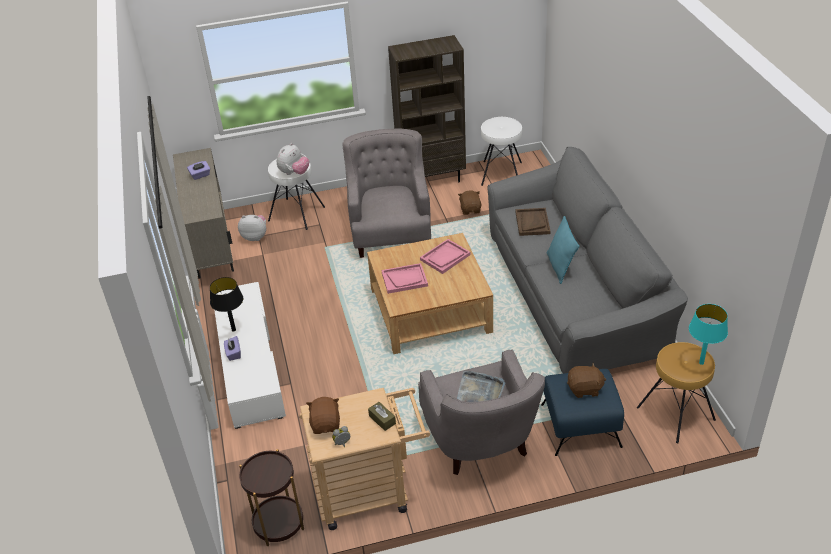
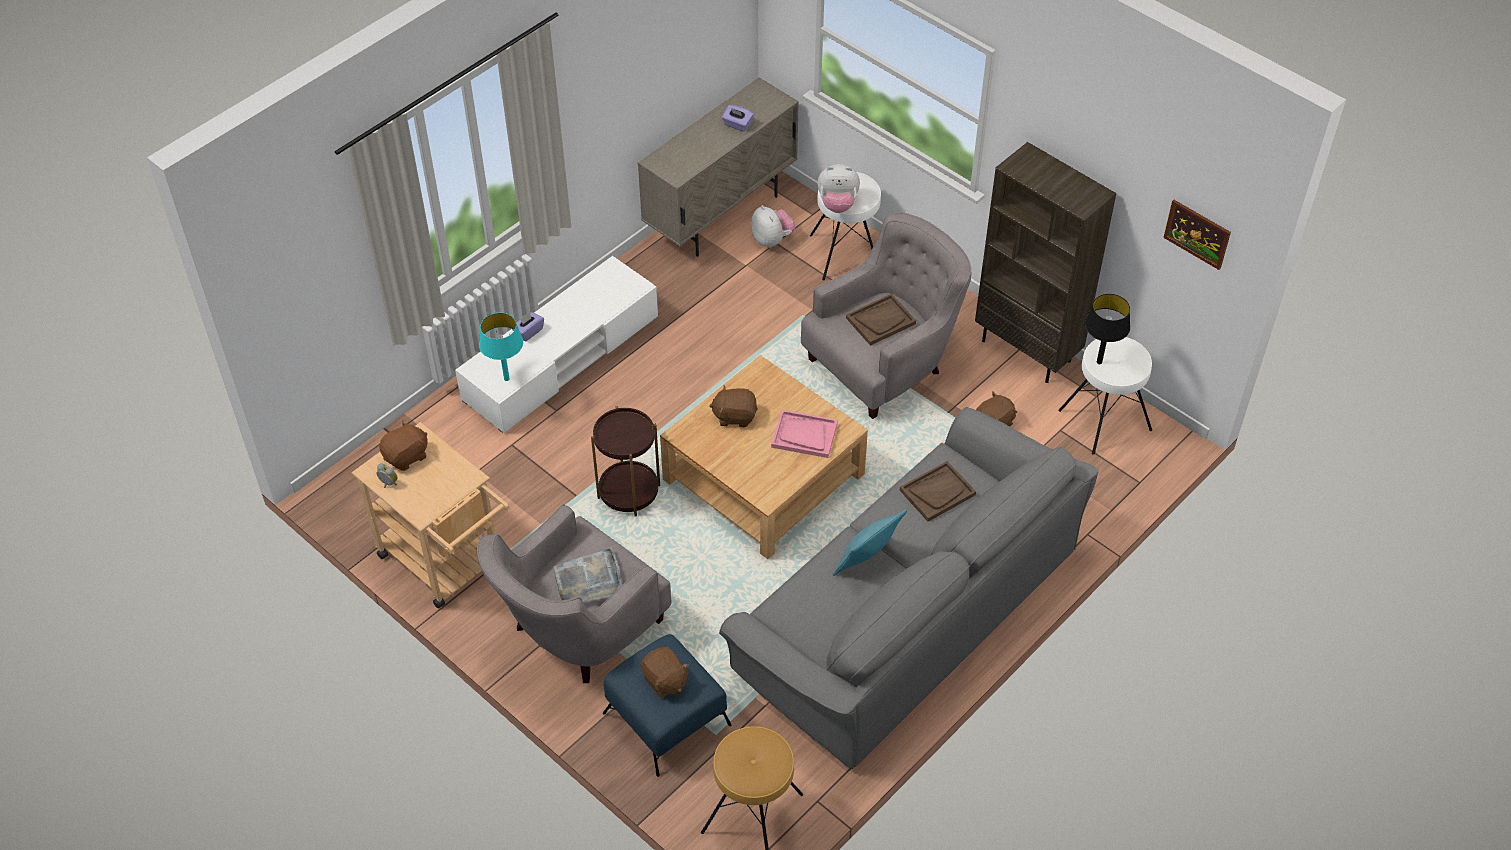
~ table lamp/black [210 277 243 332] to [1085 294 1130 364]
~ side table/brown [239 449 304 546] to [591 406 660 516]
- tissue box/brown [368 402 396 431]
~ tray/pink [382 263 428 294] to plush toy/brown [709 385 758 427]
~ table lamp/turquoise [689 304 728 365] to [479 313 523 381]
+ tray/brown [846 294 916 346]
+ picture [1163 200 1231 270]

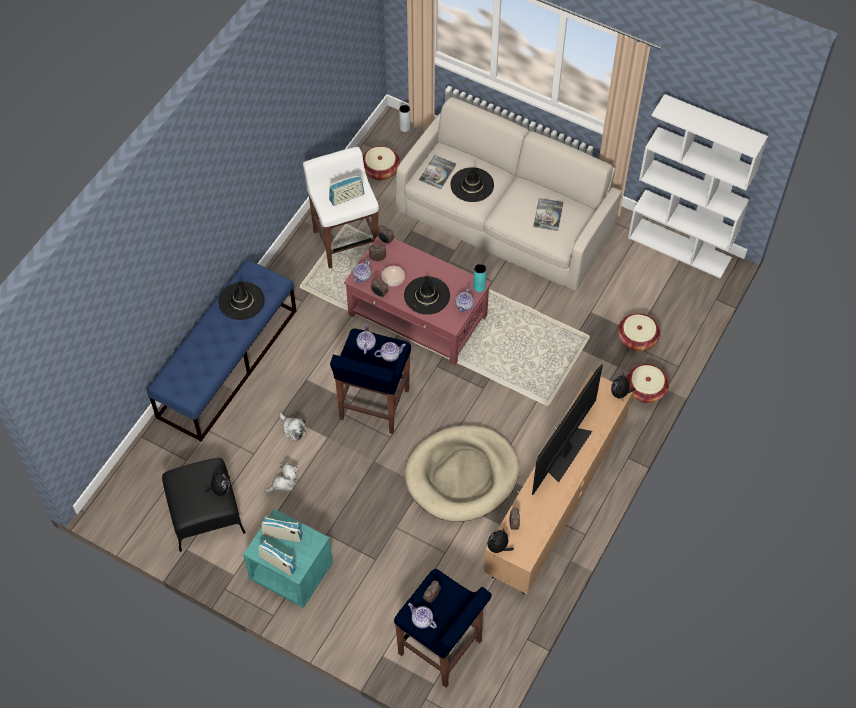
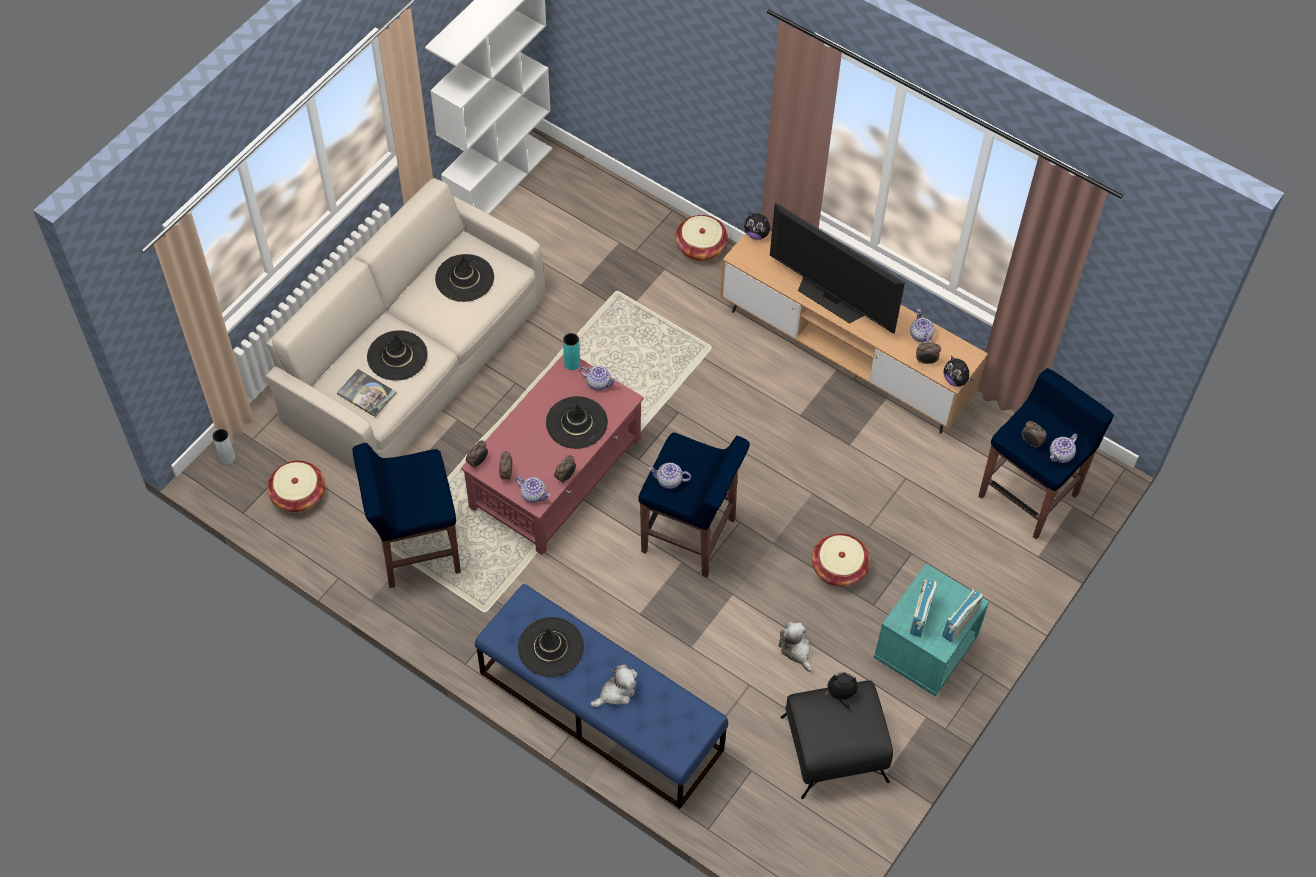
~ plush toy [280 413 306 441] to [590 664 637 708]
~ stool/white [303 147 379 269] to stool/blue [352 443 461 588]
- radio [329 175 364 206]
~ teapot [374 342 406 362] to [910 309 935 343]
- bowl [382 266 405 287]
- dog bed/beige [405 425 519 522]
~ book [533 198 564 231] to hat/black [435 254 494 302]
~ basket [618 313 660 351] to [812 533 870 587]

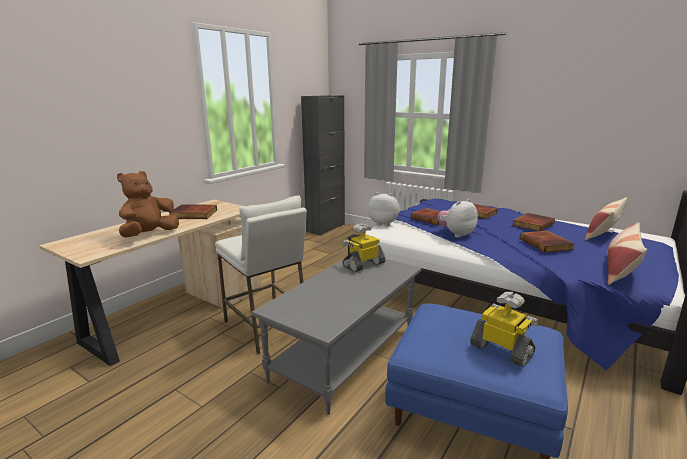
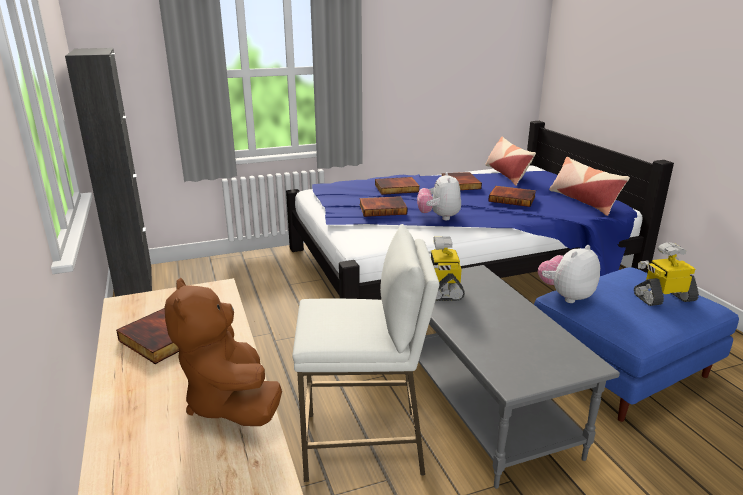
~ plush toy [368 192 399 226] to [538 245 600 303]

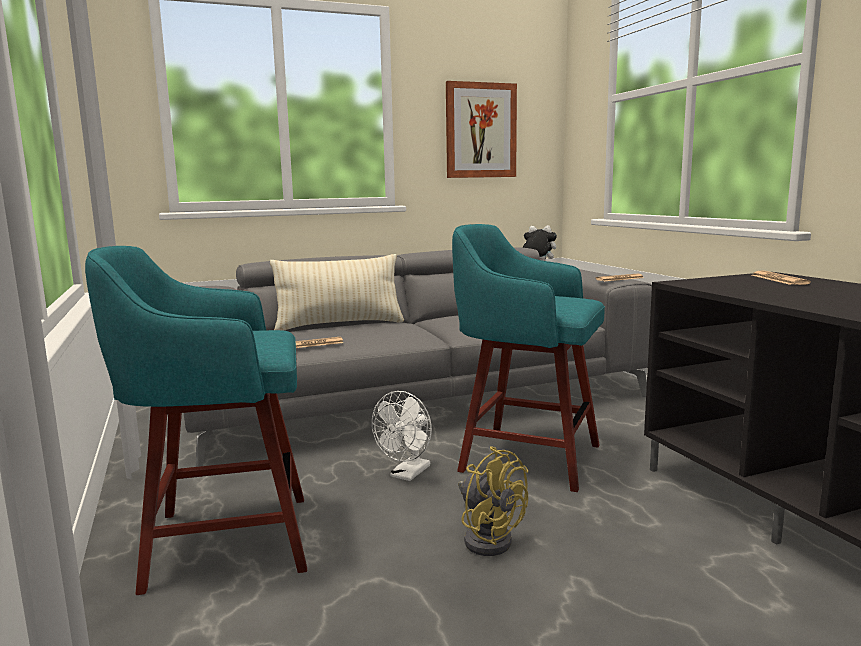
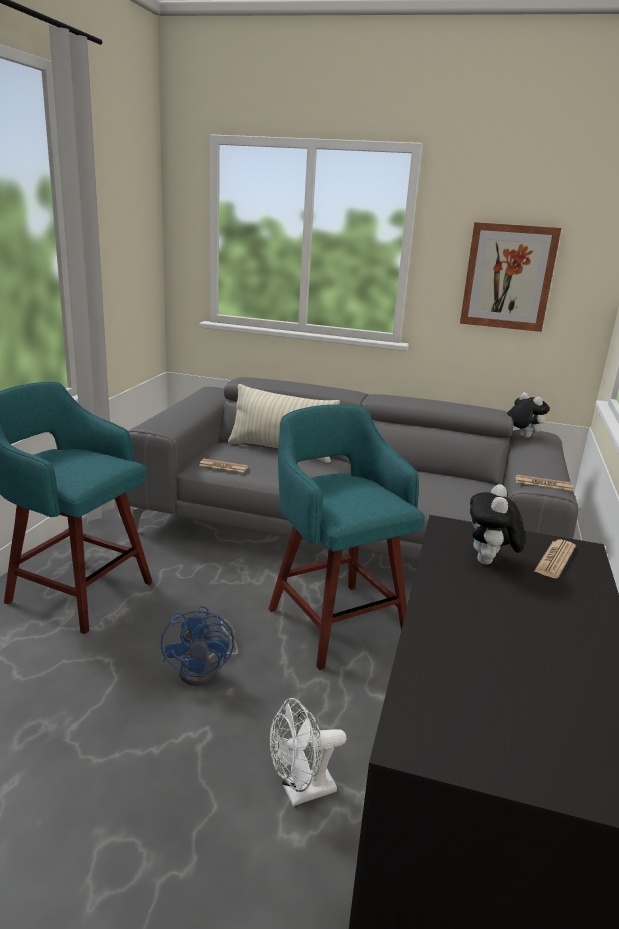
~ fan/white [372 391 432 481] to [270 698 346 806]
~ fan/yellow [458 446 528 556] to fan/blue [161 606 238 686]
+ plush toy [470 484 525 565]

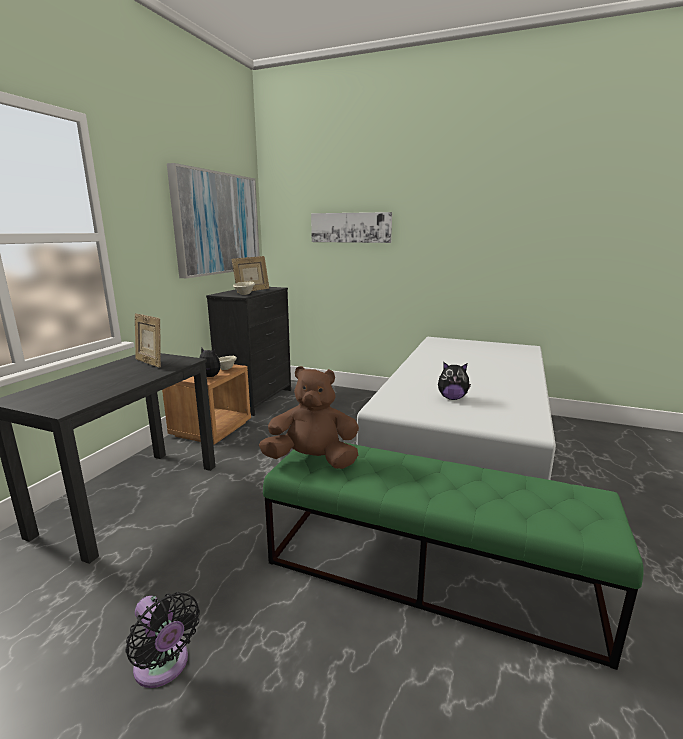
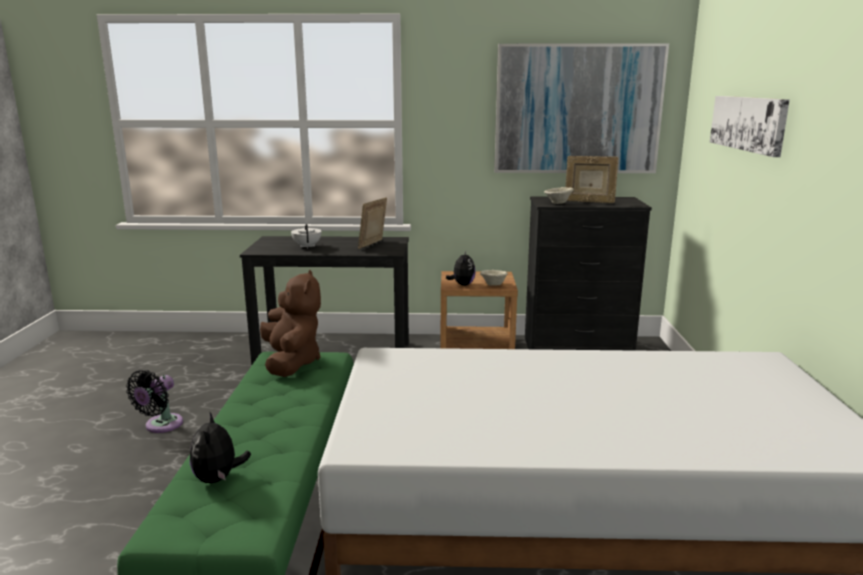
~ plush toy [438 362 471 400] to [190 413 251 483]
+ teapot/white [291 224 322 248]

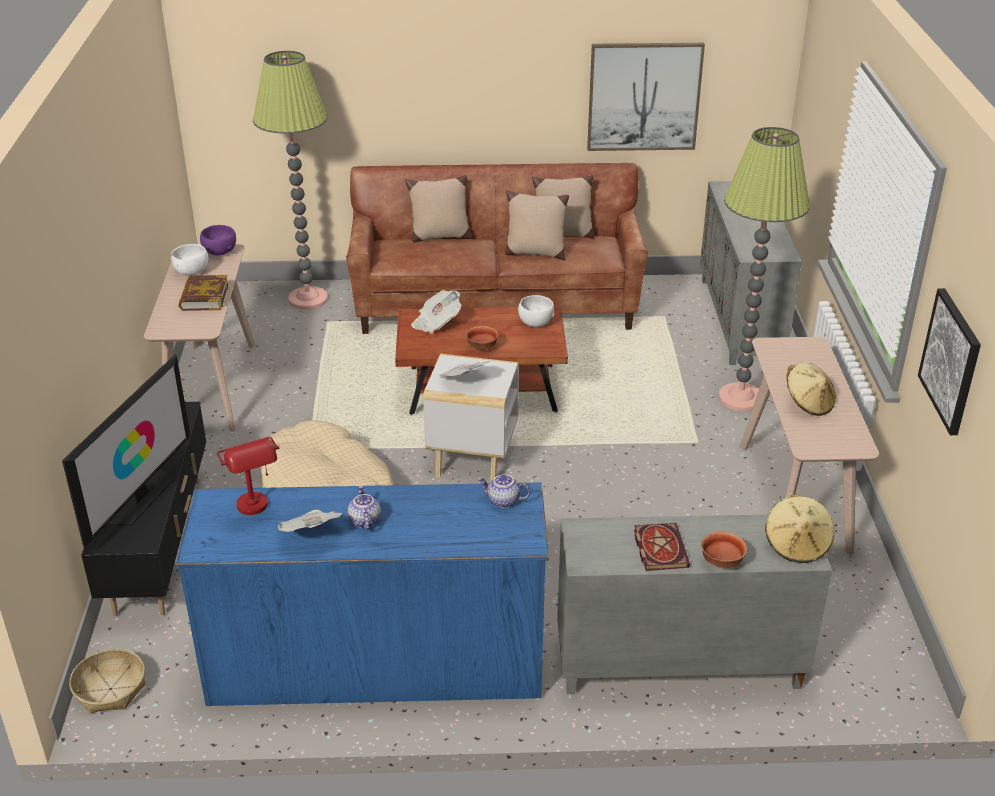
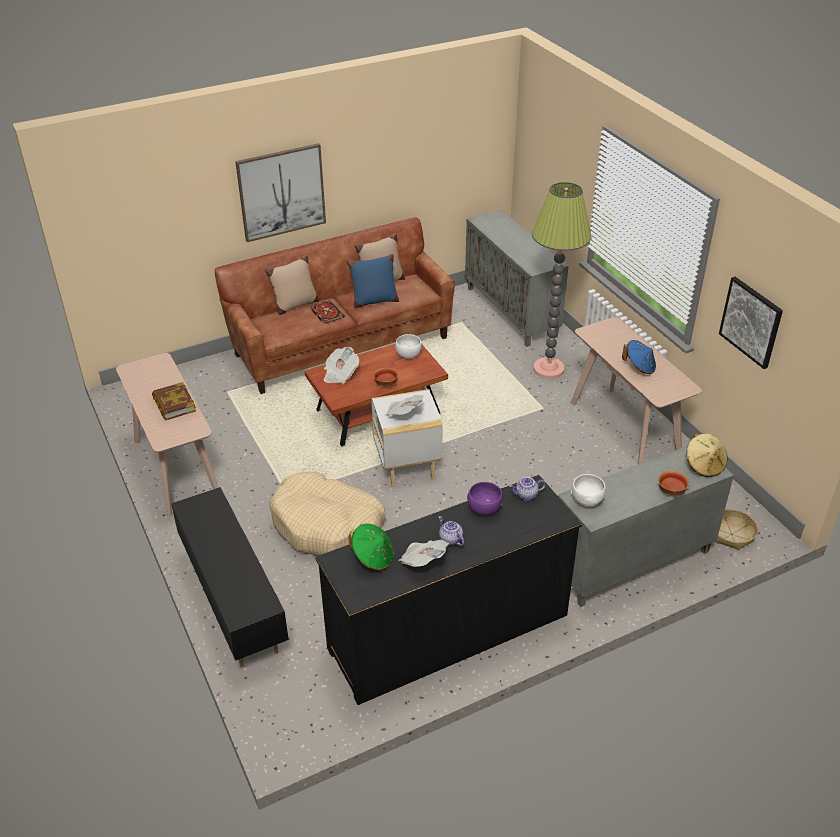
- television [62 354 190 547]
~ basket [69 649 145 713] to [716 509 758 550]
~ bowl/white [171 244 208 276] to [571 474 606 507]
~ dresser/blue [175 482 549 706] to dresser/black [315 475 582 705]
~ bowl/purple [200 225 236 255] to [467 482 503 515]
~ table lamp/red [217 437 280 515] to hat/green [349 524 394 571]
- floor lamp [253 51 328 310]
~ pillow/beige [505 190 569 260] to pillow/blue [347 254 399 308]
~ picture [587 43 705 151] to [235 143 326 242]
~ book [634 523 690 571] to [310 300 345 324]
~ hat/beige [786 362 836 416] to hat/blue [622 340 656 374]

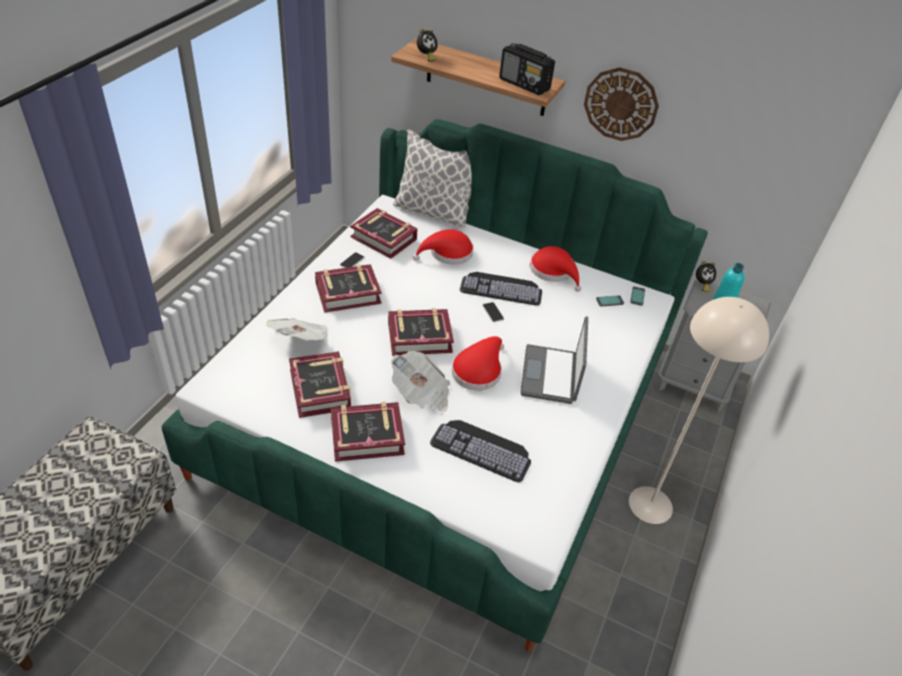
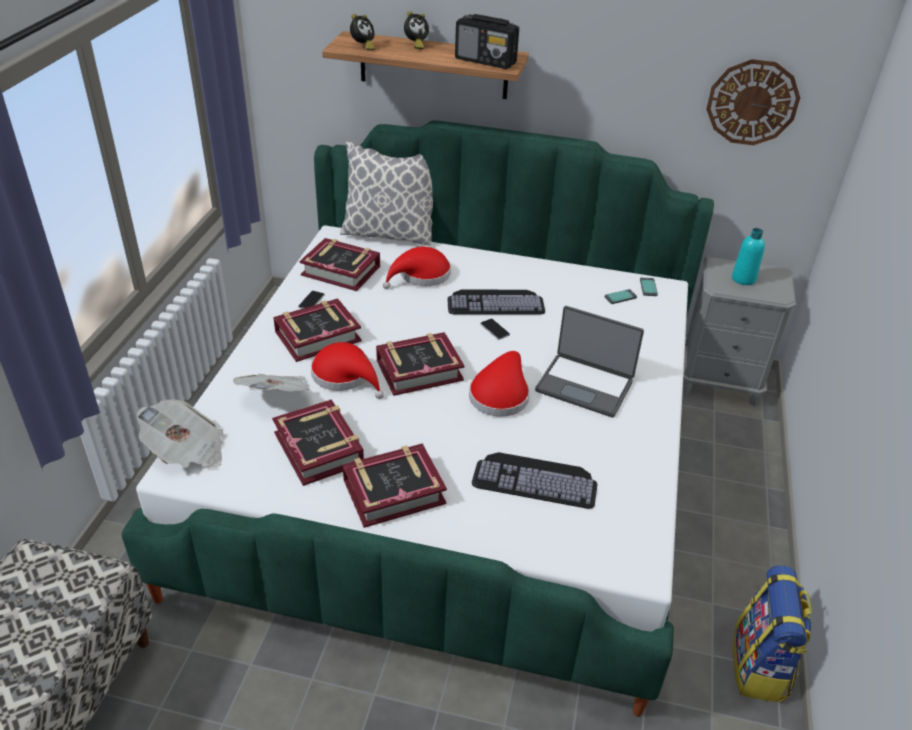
~ newspaper [391 351 450 412] to [136 400 223 468]
~ laptop [520 316 588 404] = [535 306 644 417] 60 degrees counterclockwise
~ hat/red [530 246 581 292] to [311 342 384 399]
~ wall clock [584 67 659 141] to [706 59 800 145]
- floor lamp/beige [629 297 769 524]
~ alarm clock [696 261 716 292] to [404 11 429 49]
+ backpack [733 565 812 703]

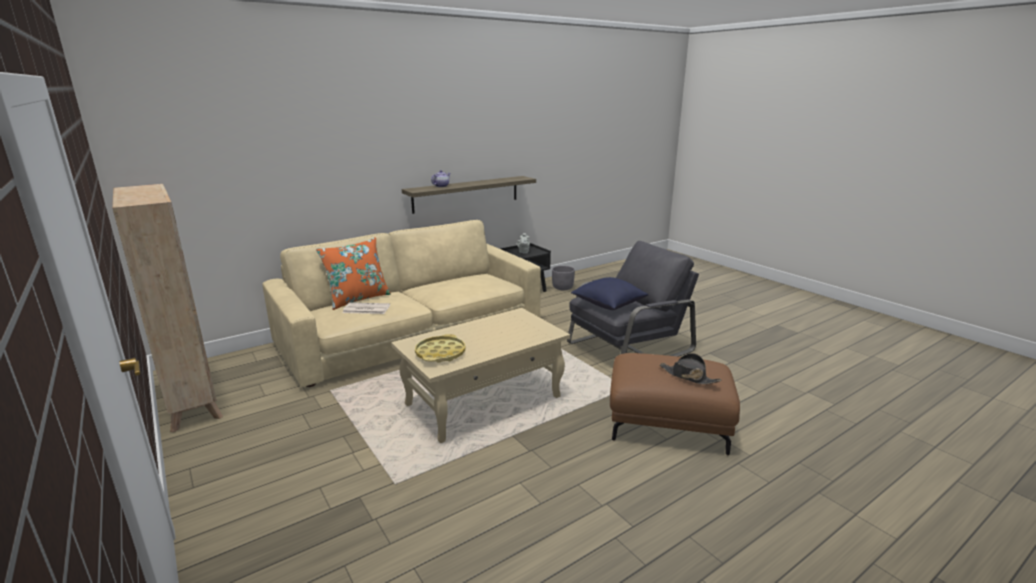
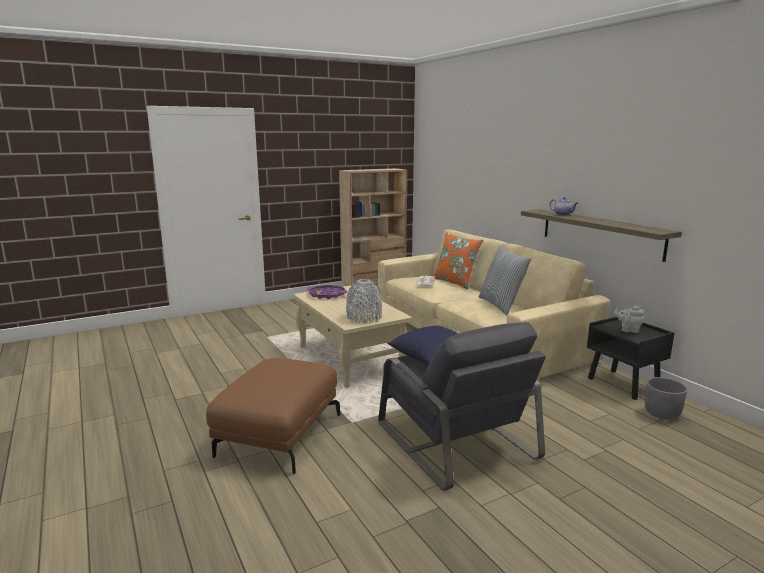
~ tray/yellow [415 334 465 363] to tray/purple [307 285 348 299]
- hat/black [660 353 722 384]
+ vase/grey [346 279 382 323]
+ pillow [479 246 531 316]

